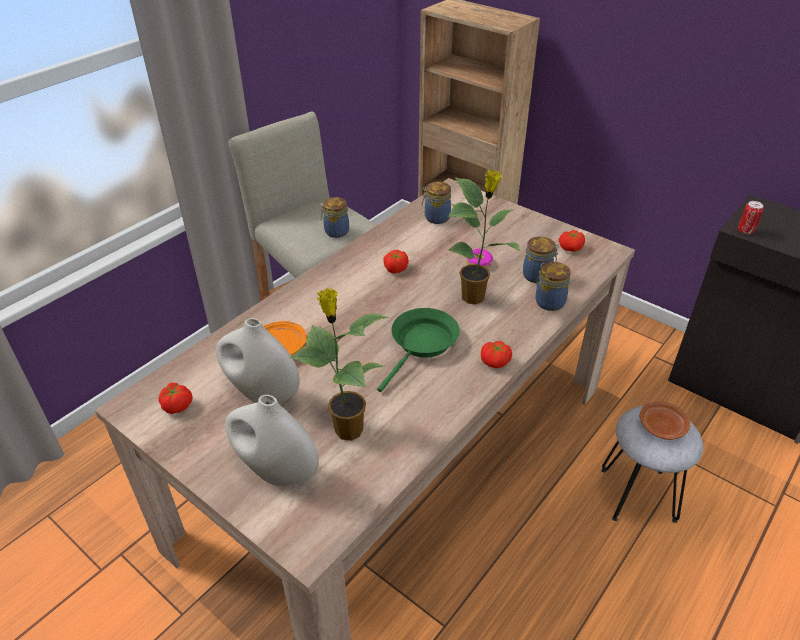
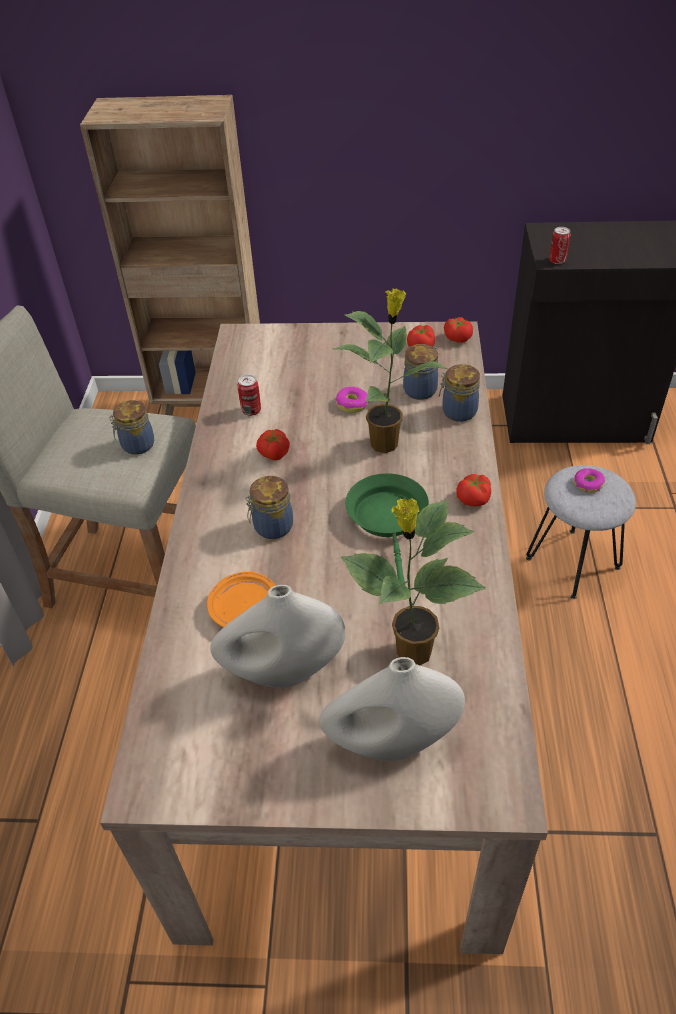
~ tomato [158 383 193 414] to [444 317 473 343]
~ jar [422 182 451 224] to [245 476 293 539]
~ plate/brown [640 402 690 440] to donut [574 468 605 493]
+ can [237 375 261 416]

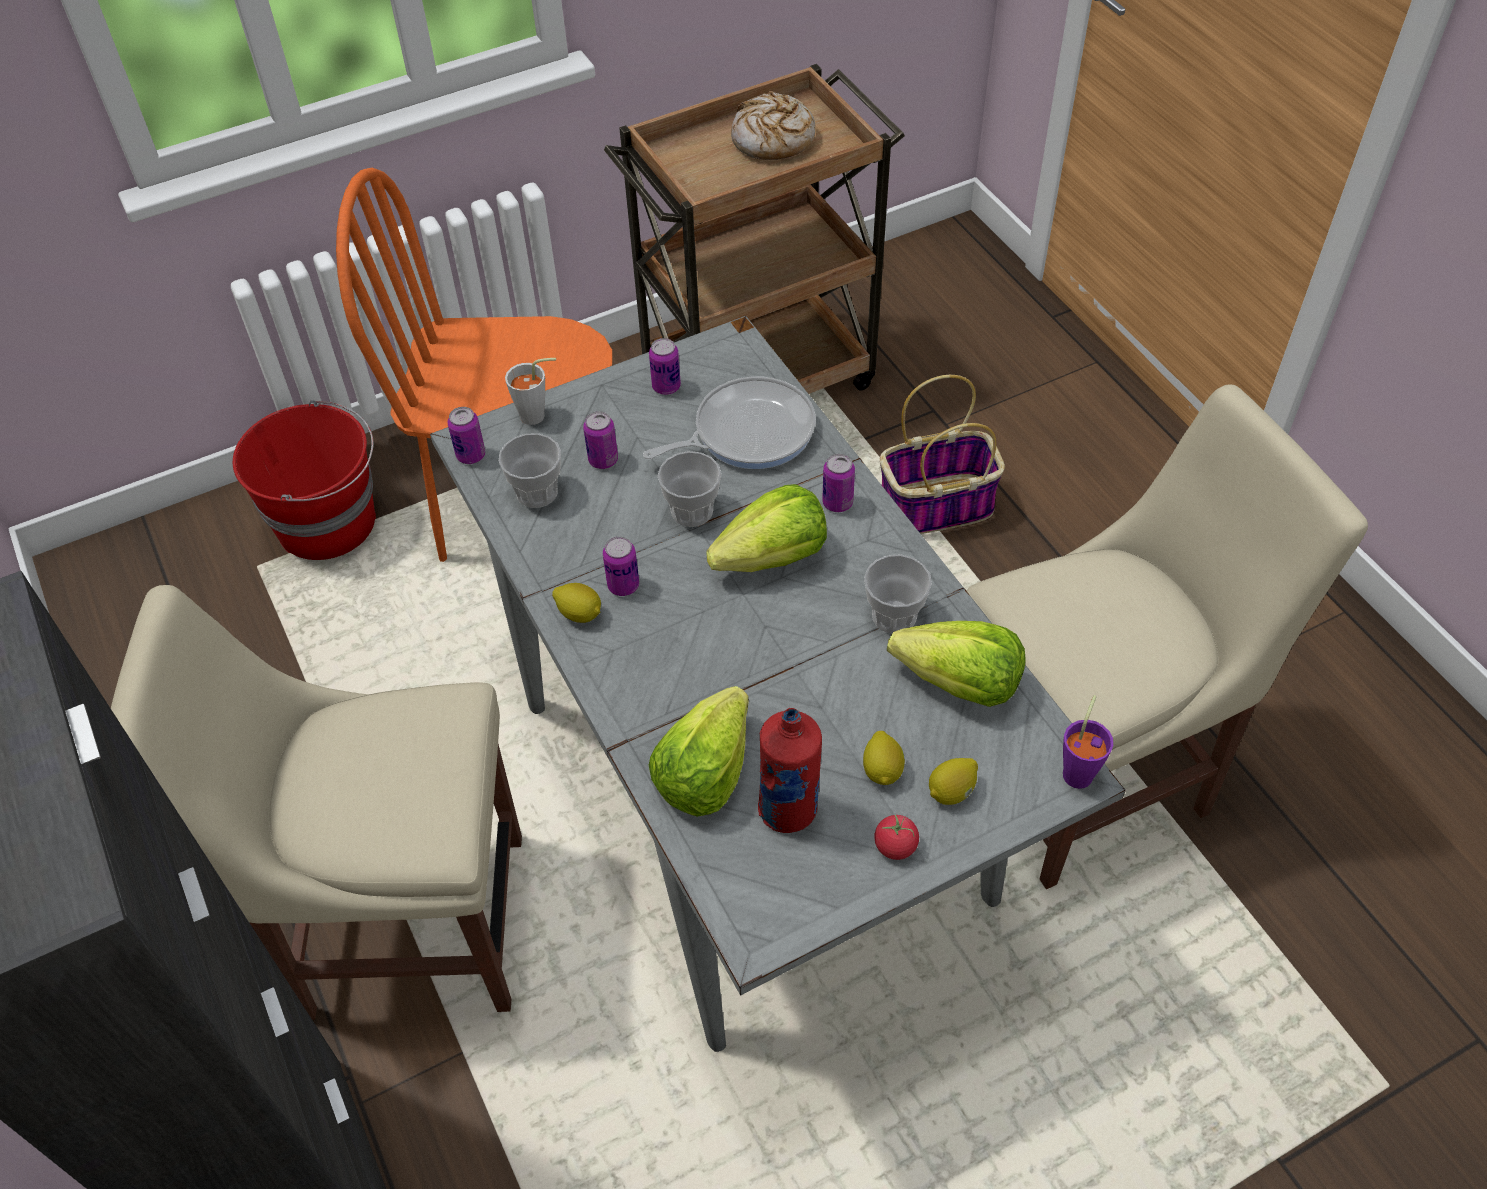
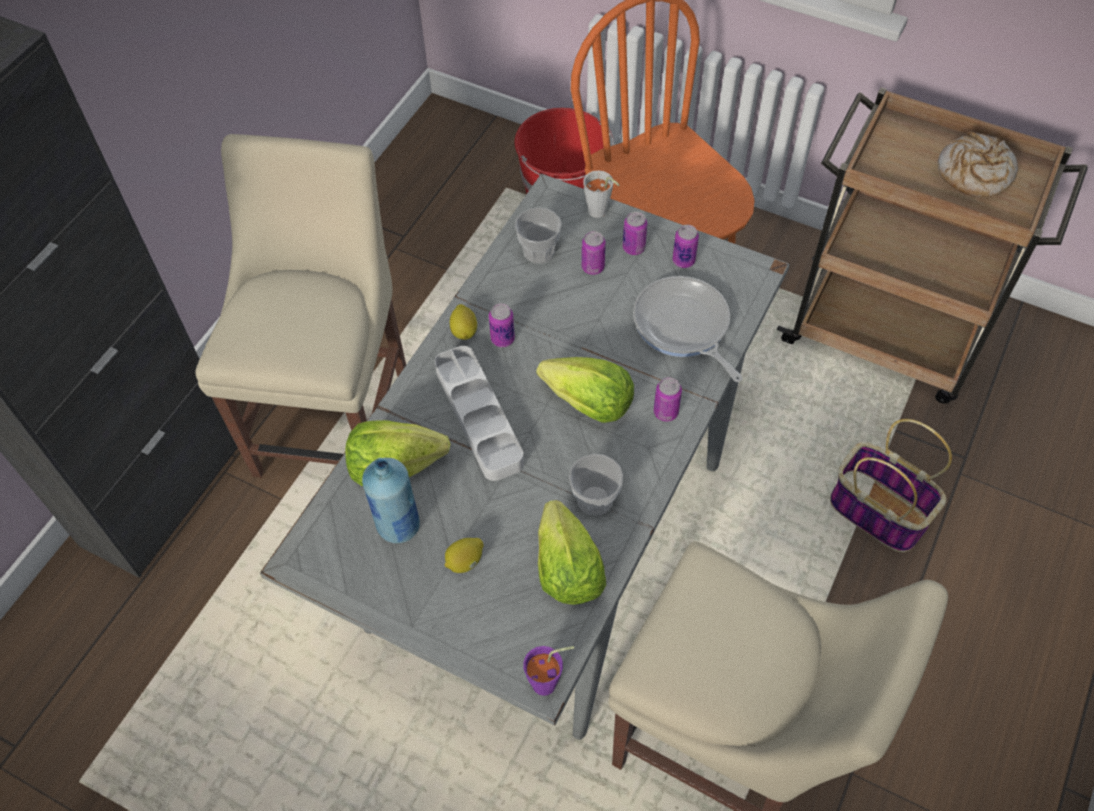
~ chair/beige [111 585 522 1020] = [195 134 406 478] 45 degrees clockwise
~ can [448 407 485 464] to [623 212 647 255]
~ frying pan [643 376 816 469] = [633 276 742 382] 150 degrees counterclockwise
- cup [658 451 721 527]
~ bottle/red [758 708 822 833] to bottle/blue [362 458 420 543]
- tomato [874 815 919 860]
- lemon [929 758 978 805]
+ tray/grey [435 346 524 481]

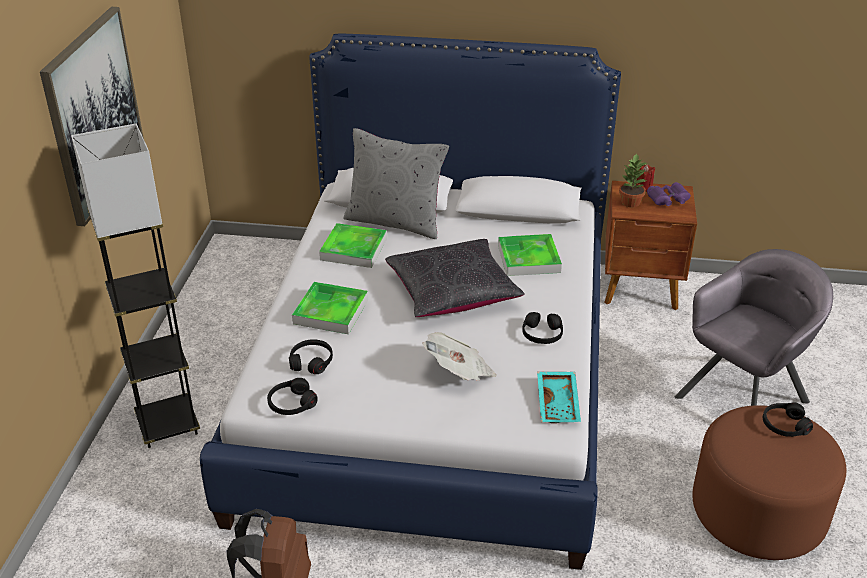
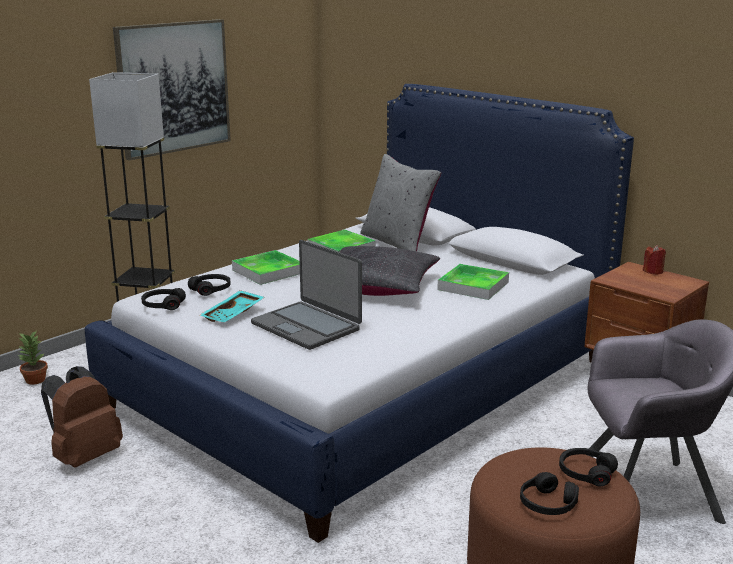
~ newspaper [422 332 497 381] to laptop [251 240 362 350]
~ headphones/black [522 312 563 344] to [520 472 579 515]
~ tray/turquoise [537 372 581 423] to [200 290 265 322]
~ potted plant [619 153 648 207] to [18 331 48 385]
- binoculars/purple [647 182 691 206]

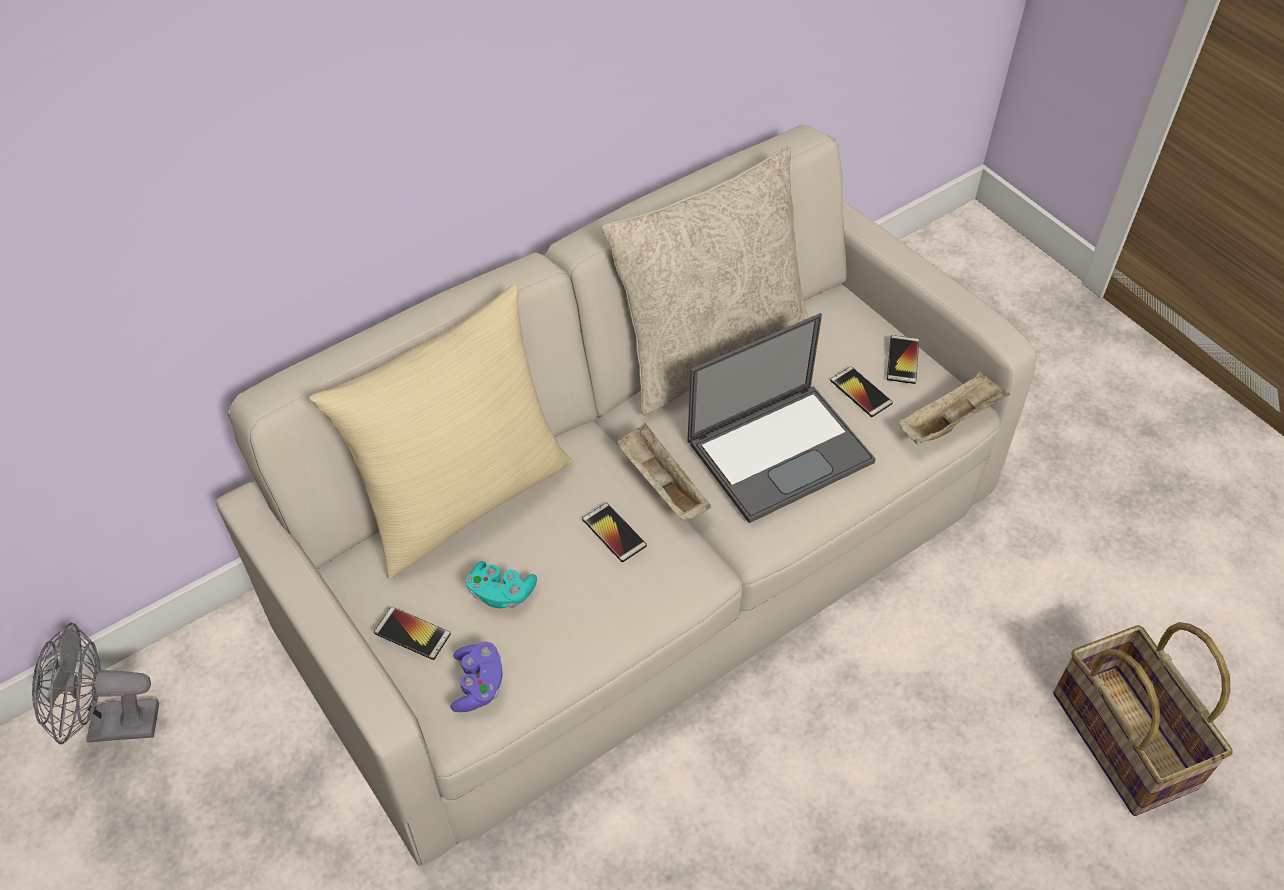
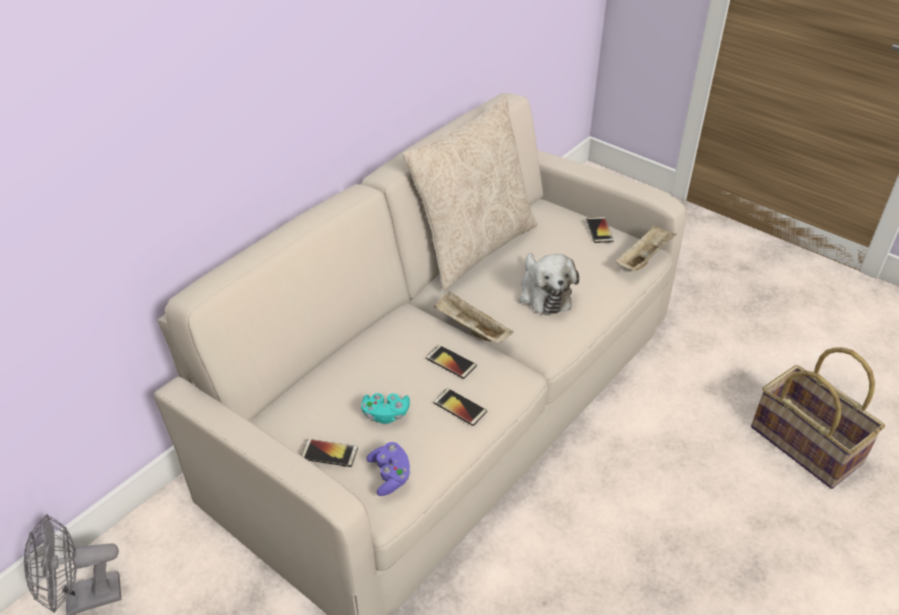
- pillow/beige [309 284 573 580]
~ laptop [687 313 876 523] to plush toy [519 253 579 315]
~ phone [830 366 893 417] to [433 388 487 426]

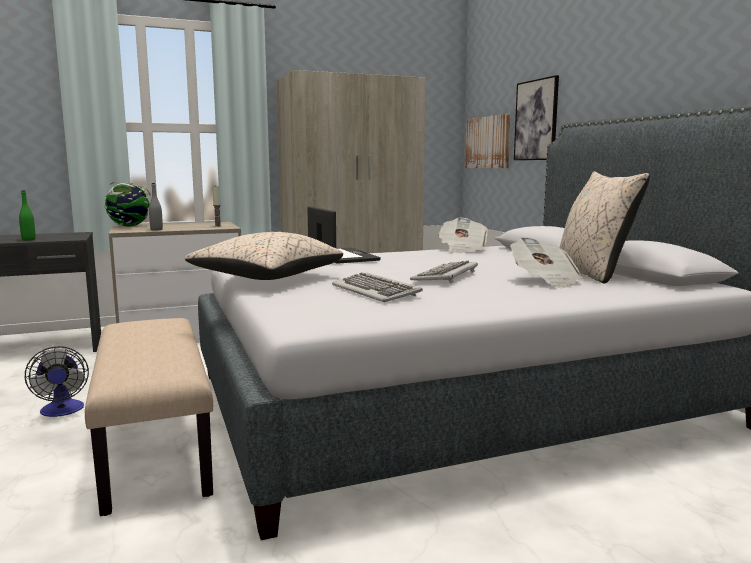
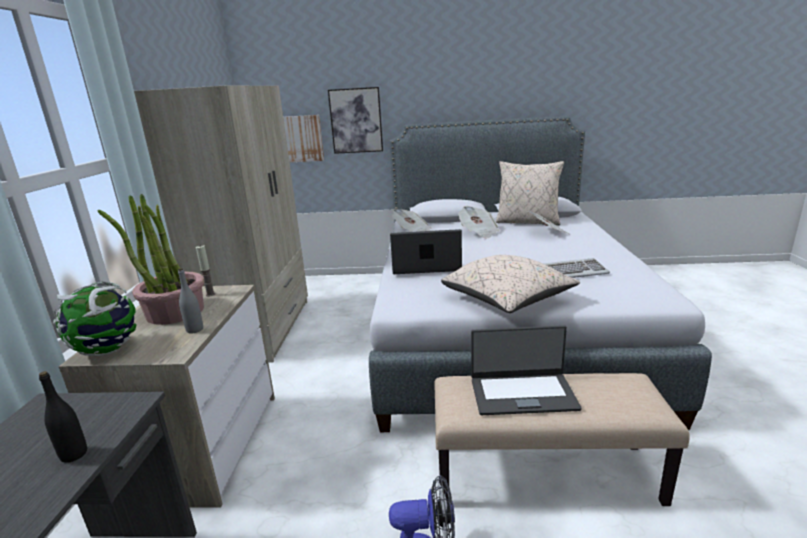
~ bottle/green [19 190 36 241] to bottle/black [39 371 87 463]
- keyboard [410 261 478 283]
+ potted plant [98 194 204 325]
+ newspaper [458 206 500 239]
+ laptop [471 325 582 415]

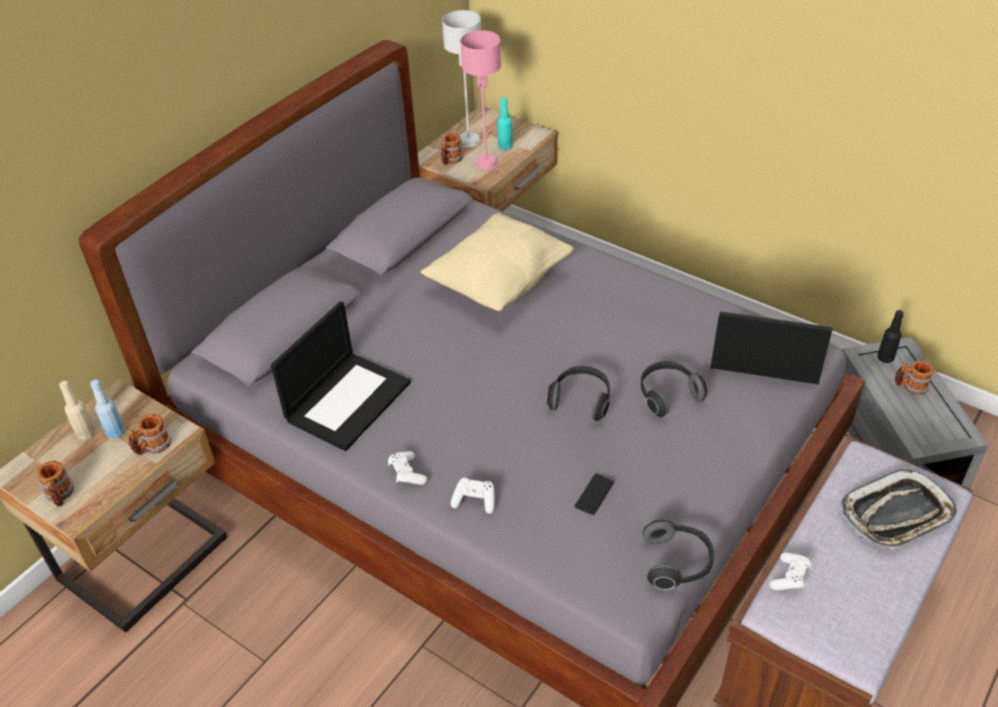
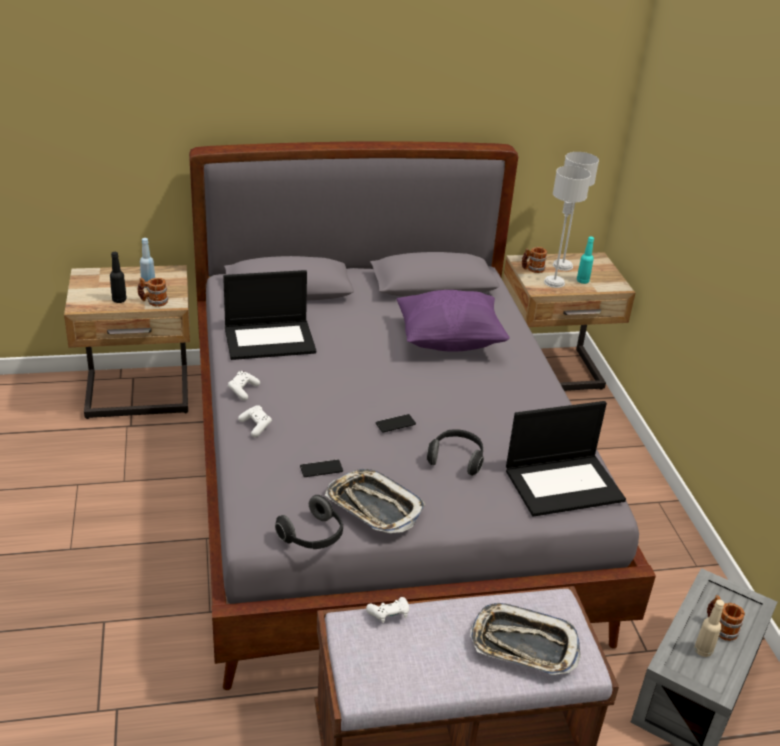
- mug [36 461 74 507]
~ bottle/beige [59 381 96 440] to [694 600 724 657]
~ pillow/beige [421 213 574 311] to pillow/purple [397 290 510 352]
~ table lamp/pink [460 30 501 170] to table lamp/grey [544 166 591 288]
~ headphones [546 366 610 421] to phone [376 414 416 433]
~ laptop [711 312 832 384] = [506 401 626 517] 105 degrees clockwise
~ bottle/black [877 310 904 363] to [110 252 127 303]
+ tray [325 469 425 533]

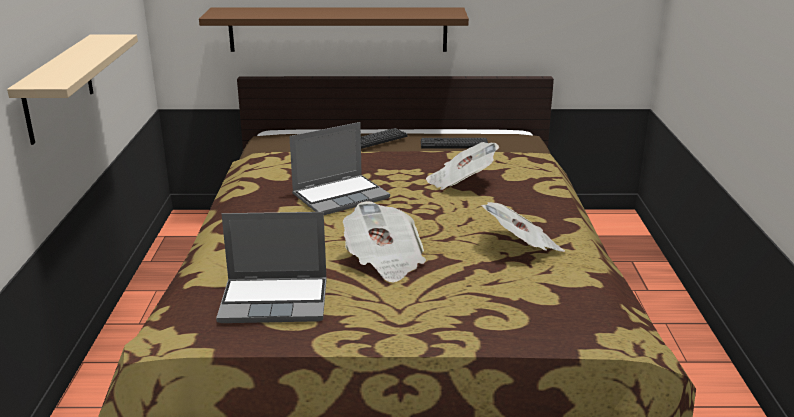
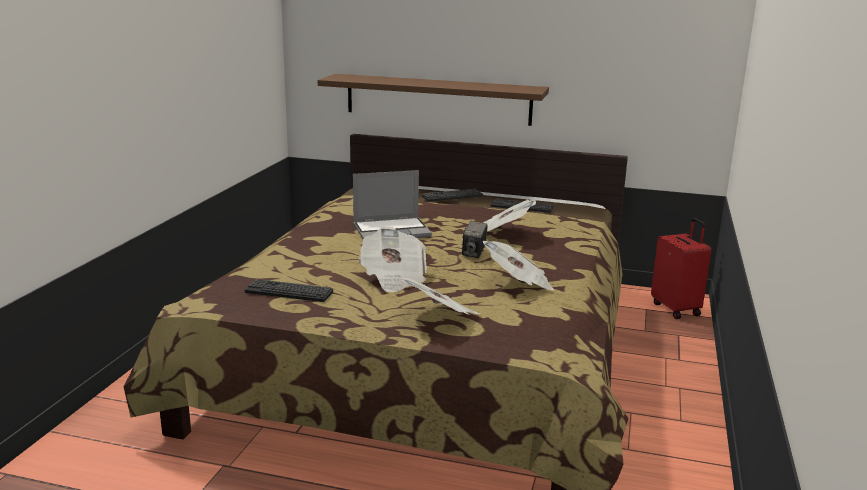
- shelf/beige [7 34 138 145]
~ laptop [216 212 327 323] to keyboard [245 279 333 302]
+ newspaper [400 277 481 315]
+ photo camera [462 221 488 258]
+ suitcase/red [651 218 711 319]

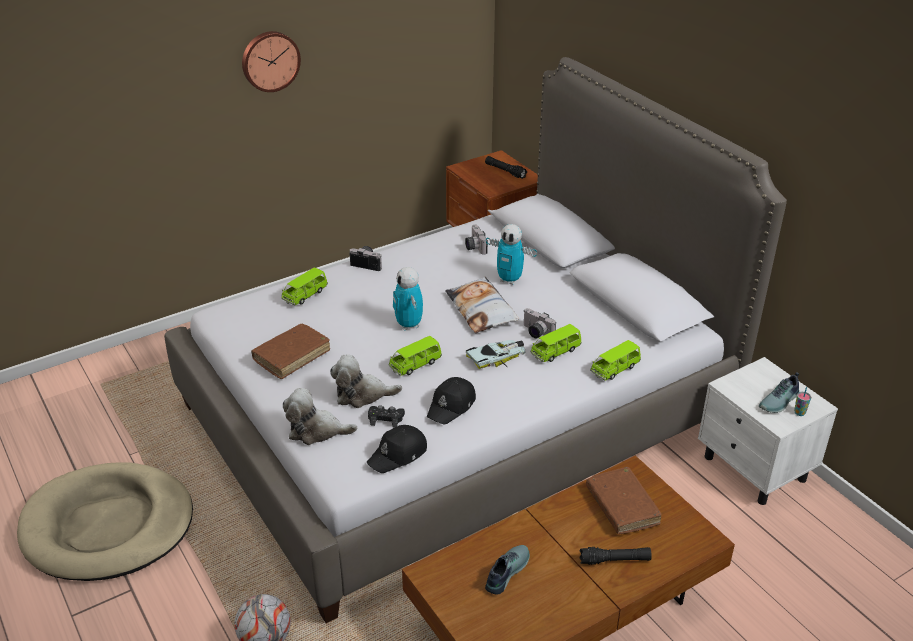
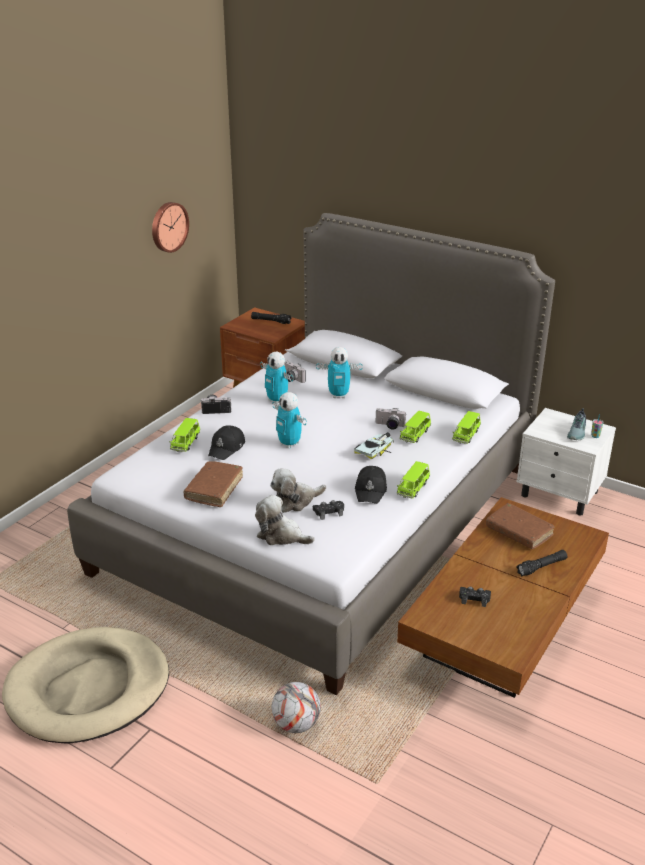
~ wall clock [242 31 301 92] to [152 202 189 253]
~ plush toy [283 388 357 445] = [255 495 315 545] 45 degrees clockwise
~ cap/black [367 425 427 473] to [208 425 245 460]
~ toy car/green [389 336 442 376] to [396 461 430 499]
- pillow [445 277 519 333]
~ shoe [485 545 530 595] to game controller/black [459 587 491 607]
+ toy robot [260 352 293 404]

